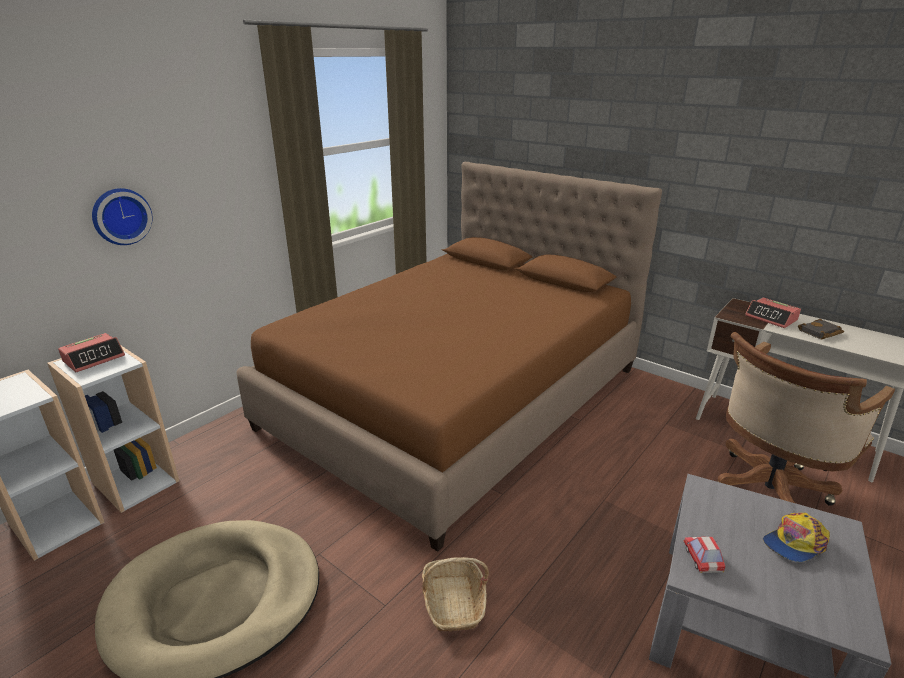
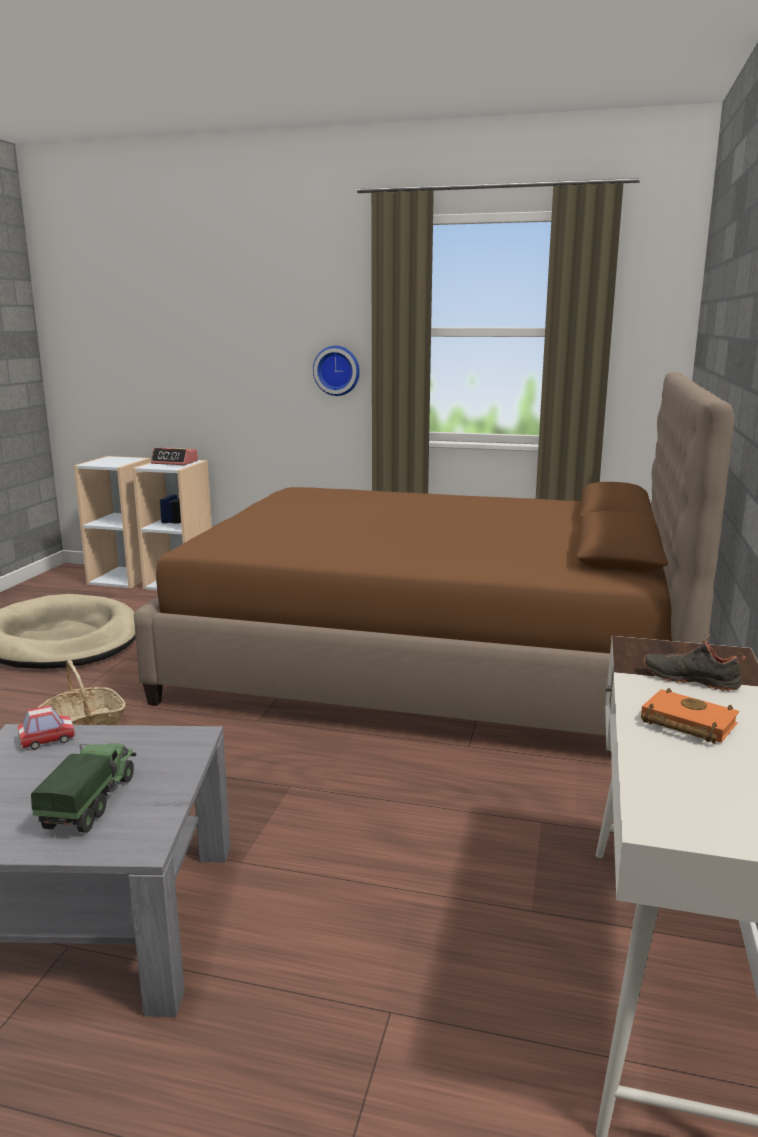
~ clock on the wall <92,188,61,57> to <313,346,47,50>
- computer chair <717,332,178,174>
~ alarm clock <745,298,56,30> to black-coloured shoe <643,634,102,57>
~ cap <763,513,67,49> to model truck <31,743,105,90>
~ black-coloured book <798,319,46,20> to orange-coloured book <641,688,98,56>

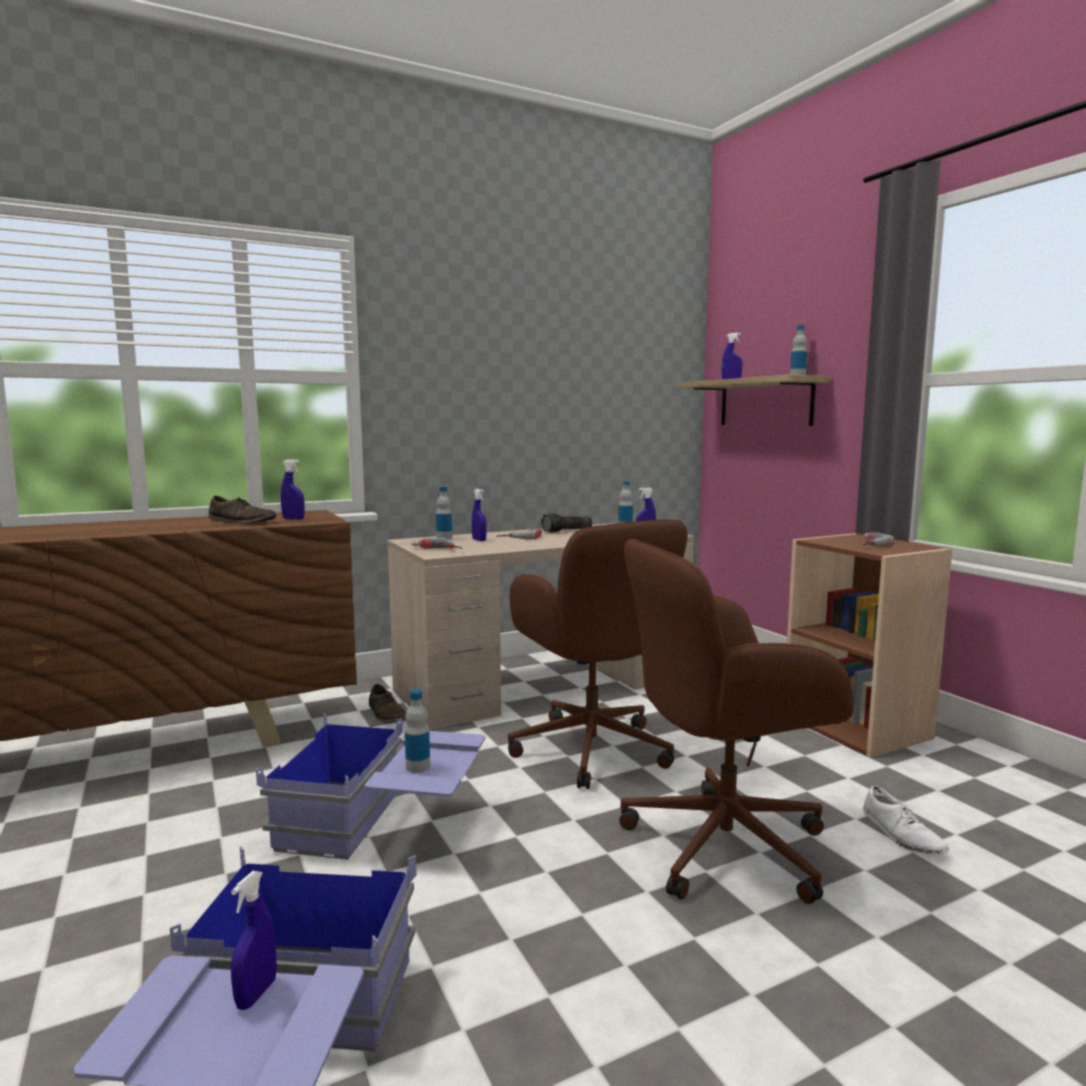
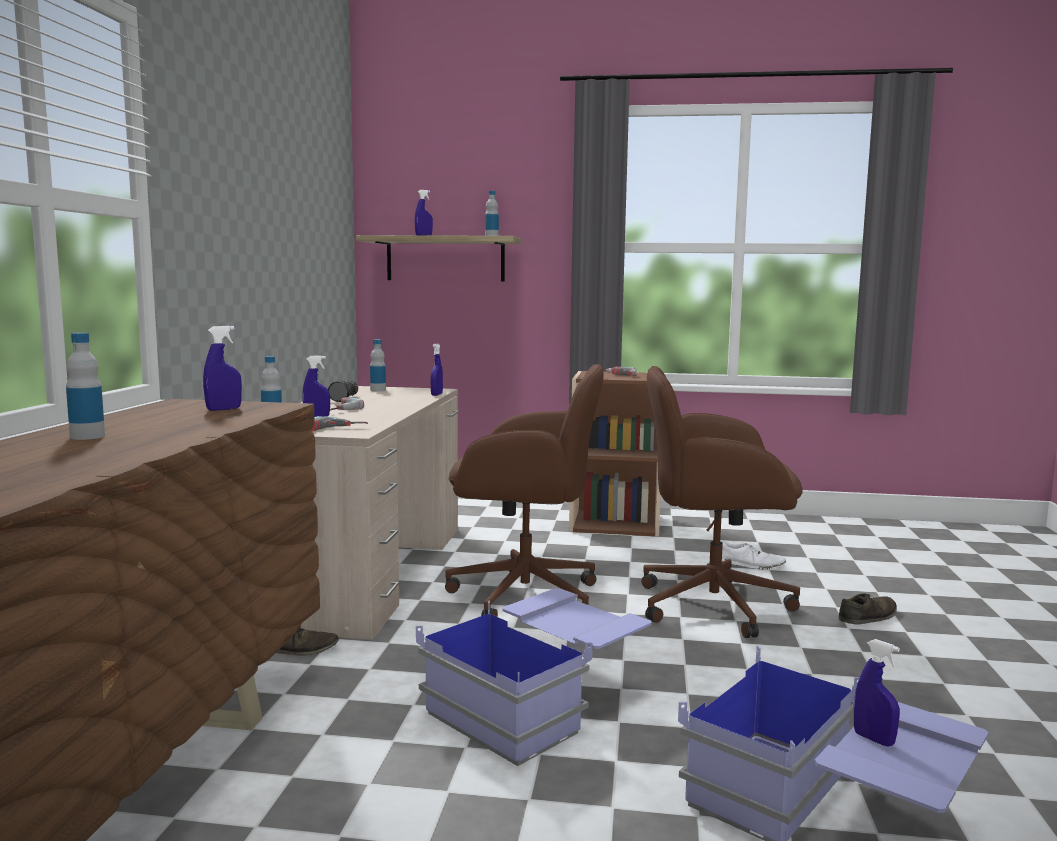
~ brown-coloured shoe <209,496,68,28> to <839,593,58,32>
~ drink bottle <405,689,25,84> to <66,333,39,107>
~ brown-coloured computer chair <619,539,235,365> = <641,366,162,272> 75 degrees clockwise

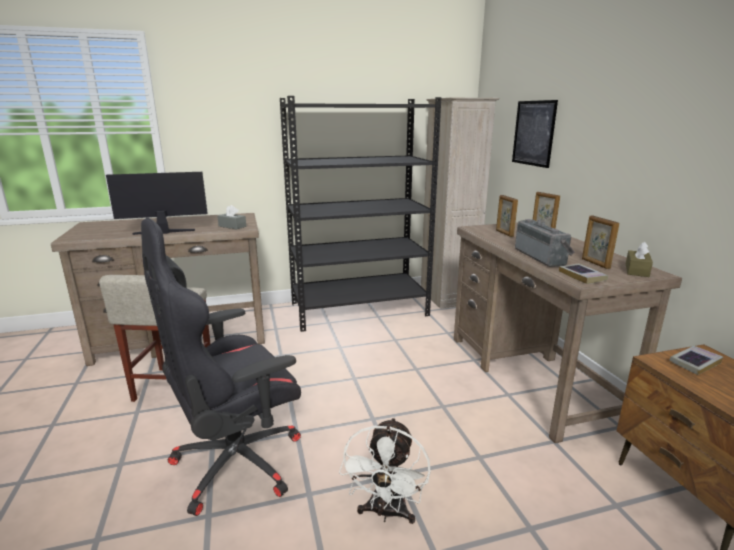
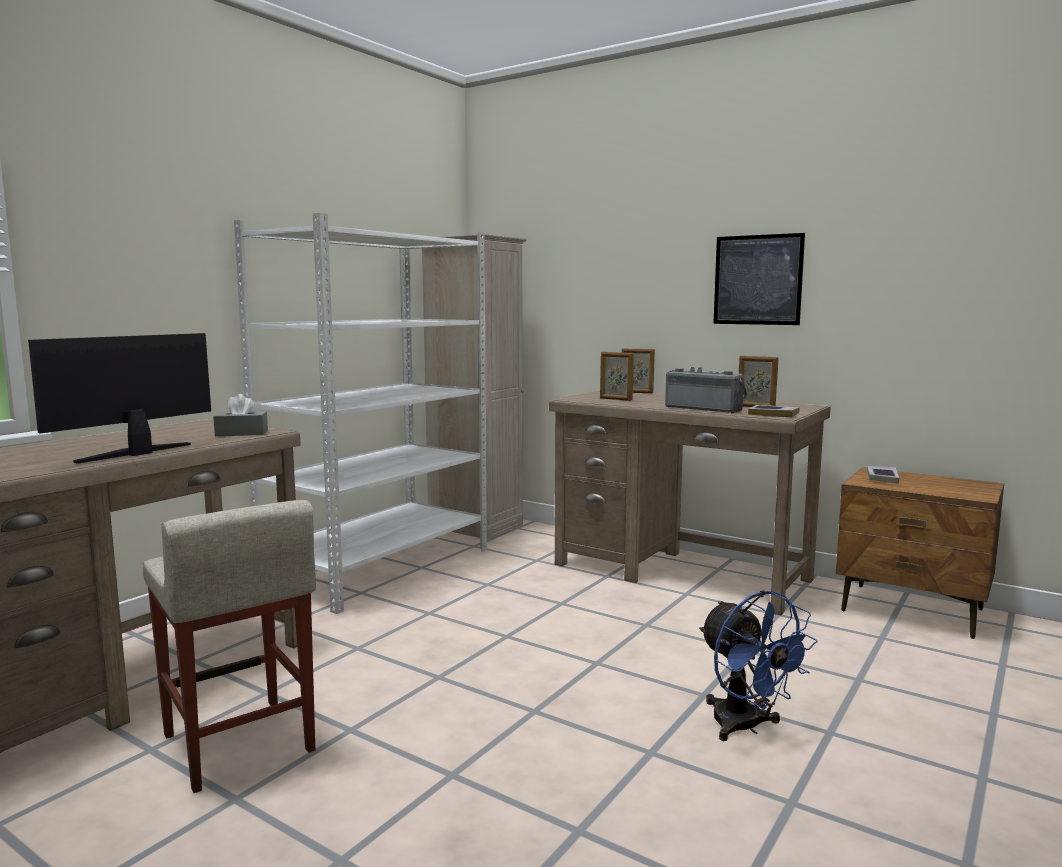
- black-coloured computer chair <141,218,160,298>
~ black-coloured shelving unit <280,96,161,236> to white-coloured shelving unit <234,213,253,401>
~ white-coloured fan <339,417,91,107> to blue fan <699,590,119,151>
~ wall art <512,100,46,68> to <713,233,92,92>
- brown-coloured tissue holder <626,242,27,35>

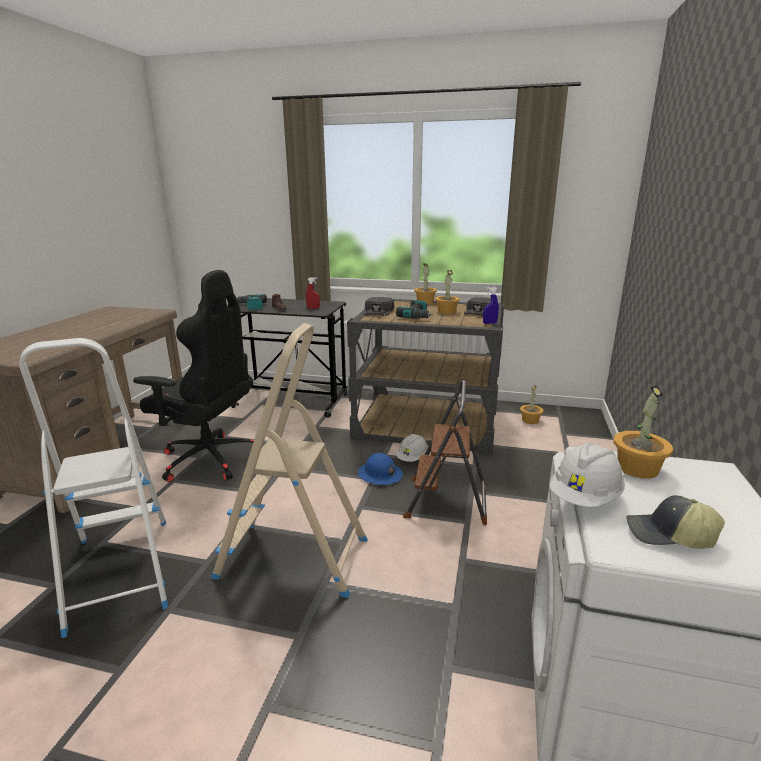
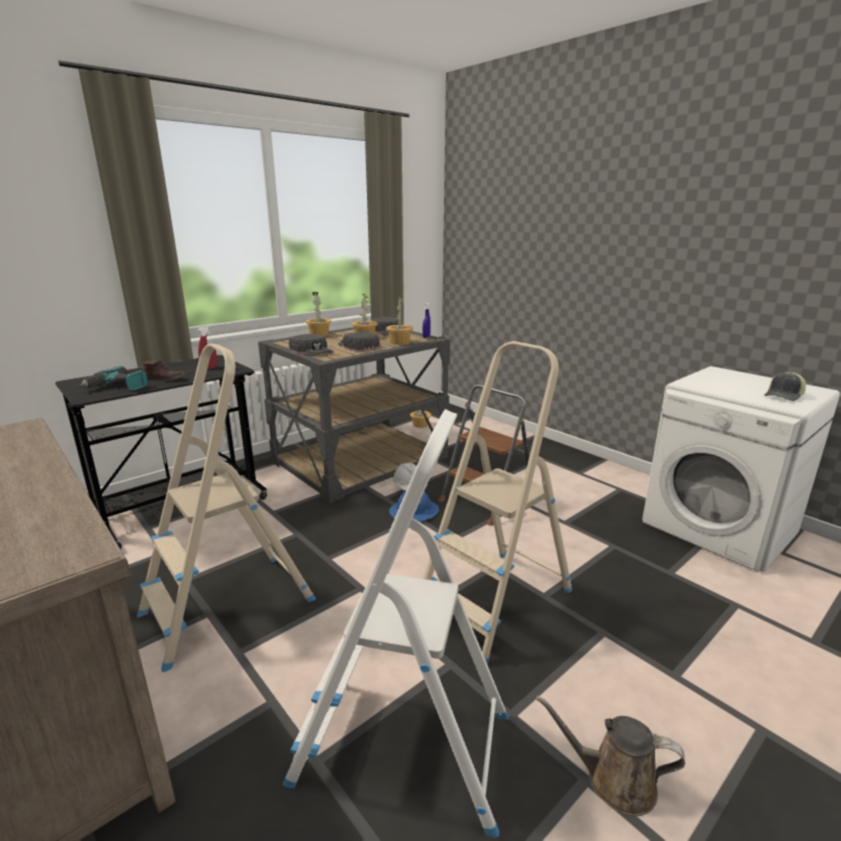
~ black-coloured computer chair <133,270,121,212> to beige step stool <137,343,179,329>
~ power drill <396,300,37,19> to black-coloured cap <338,332,42,19>
- white-coloured work helmet <549,443,76,64>
~ potted plant <613,385,60,94> to <386,296,27,49>
+ brown-coloured sprinkling can <536,695,149,121>

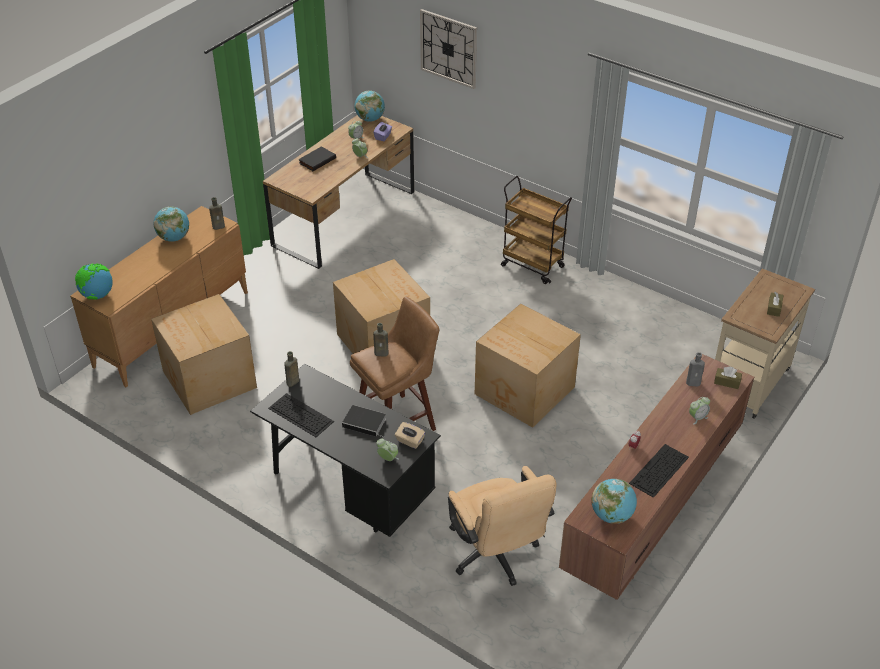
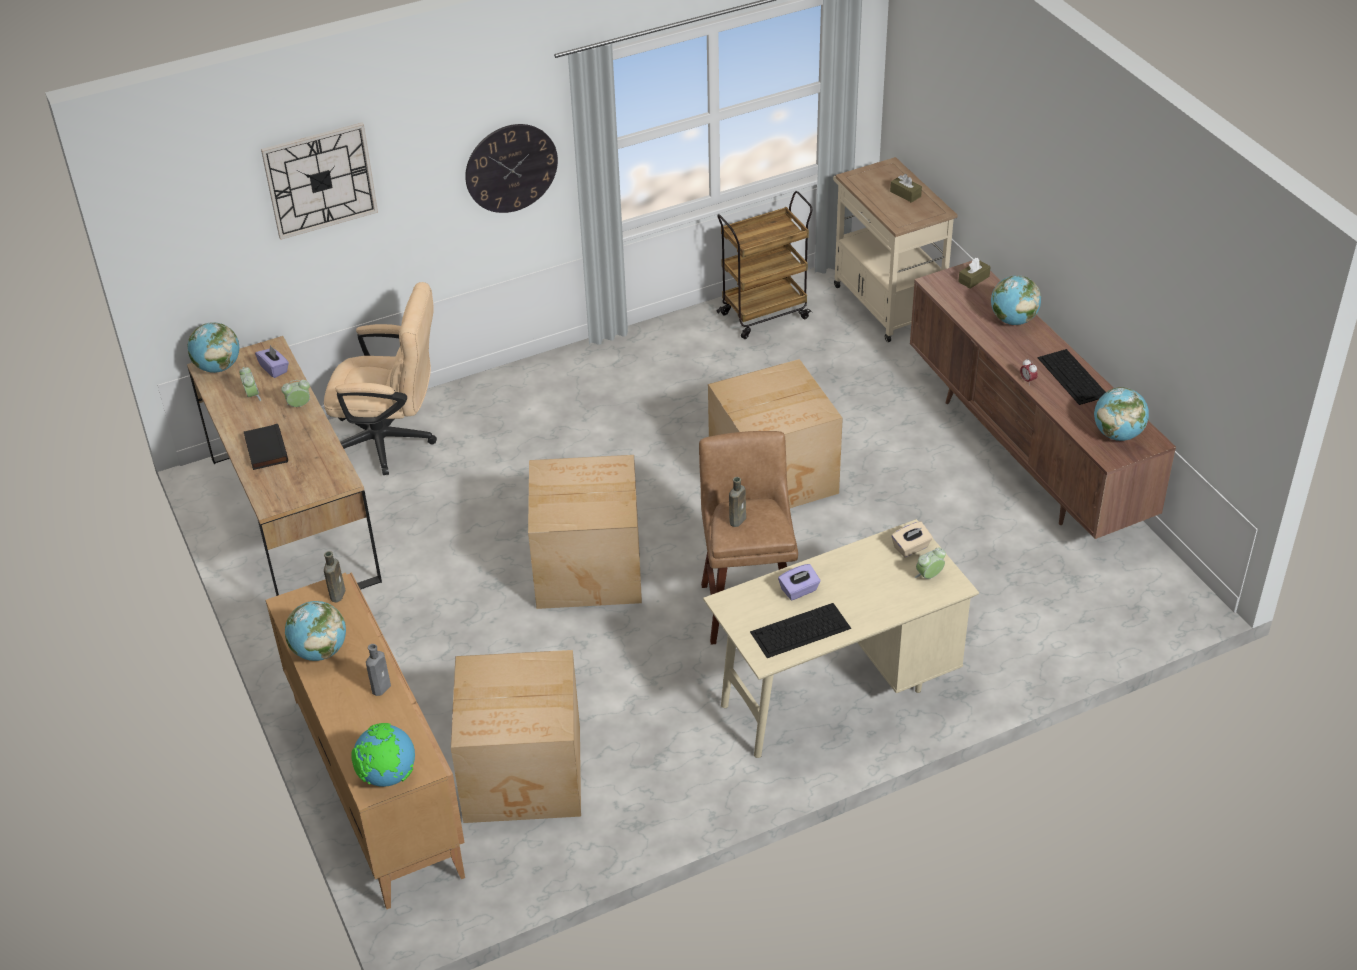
~ black-coloured desk unit <250,364,191,173> to beige desk unit <703,519,276,239>
- brown-coloured drink bottle <284,351,15,36>
- book <342,405,44,32>
~ beige computer chair <448,466,108,120> to <324,282,113,193>
~ brown-coloured trolley <501,176,71,108> to <717,191,96,148>
~ grey drink bottle <686,352,19,35> to <366,644,25,52>
~ alarm clock <689,397,21,27> to globe <991,275,50,50>
+ clock on the wall <465,124,93,89>
+ purplish tissue holder <778,564,43,36>

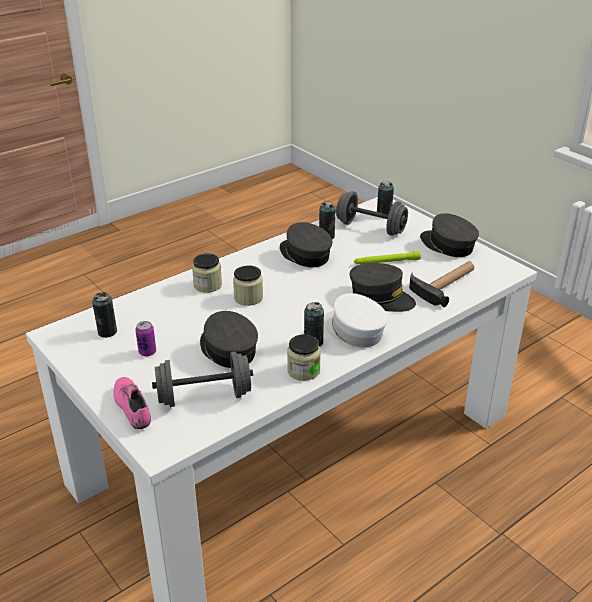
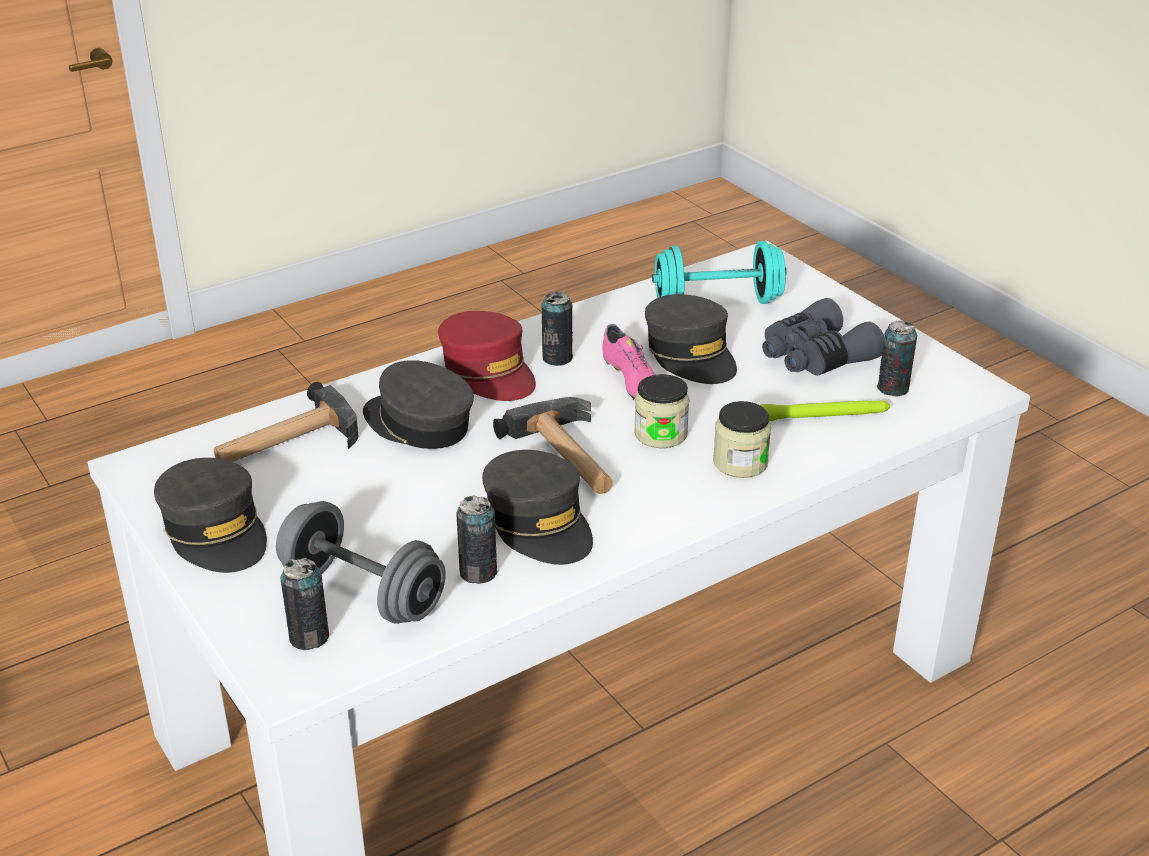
~ pink shoe <113,377,38,52> to <602,324,53,76>
~ can <135,321,21,35> to grey binoculars <762,298,122,78>
~ grey free weight <152,352,101,55> to blue-green free weight <652,241,135,63>
- jar <287,334,34,47>
~ white-coloured cap <324,293,64,54> to red-coloured cap <438,311,98,90>
~ green-coloured flashlight <354,251,67,13> to <760,400,130,21>
+ hand hammer <493,397,120,97>

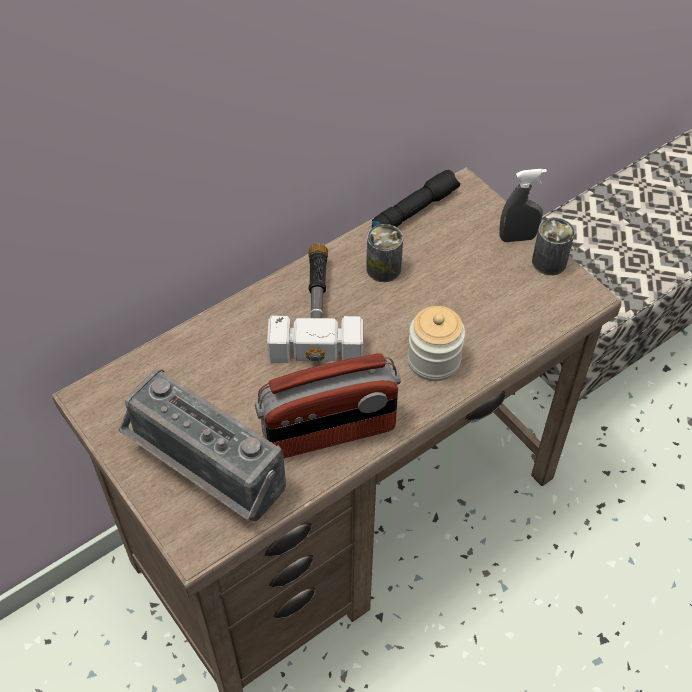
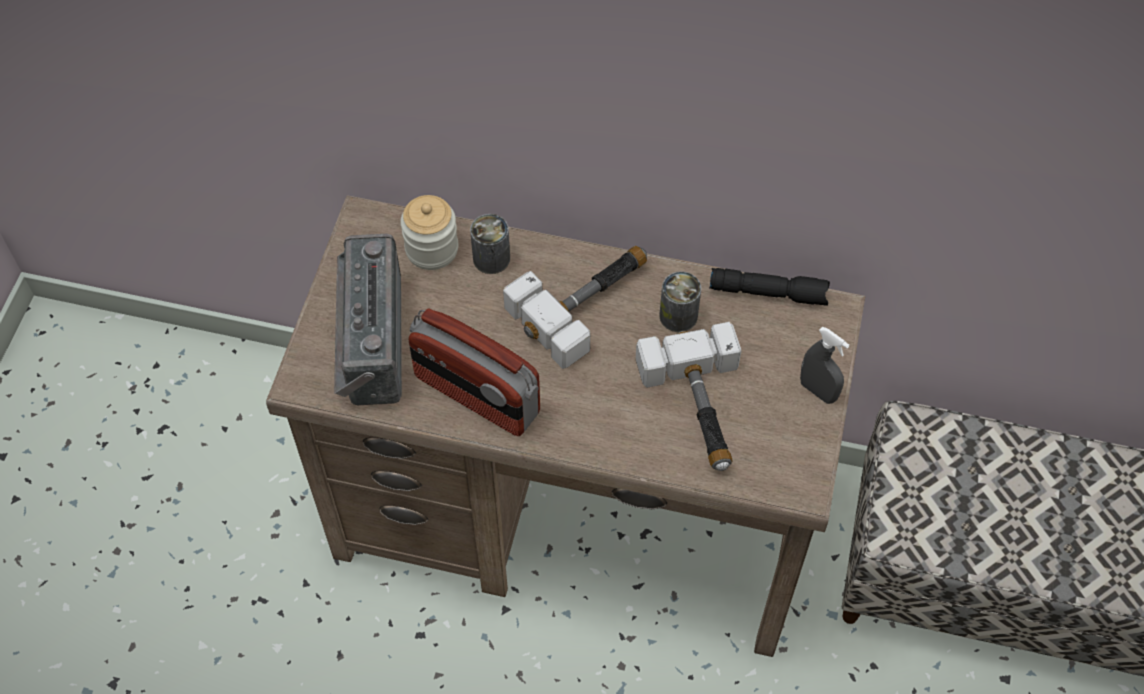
~ jar <407,306,58,75> to <401,195,57,75>
~ can <532,218,43,57> to <470,214,40,60>
+ hand hammer <636,322,105,149>

